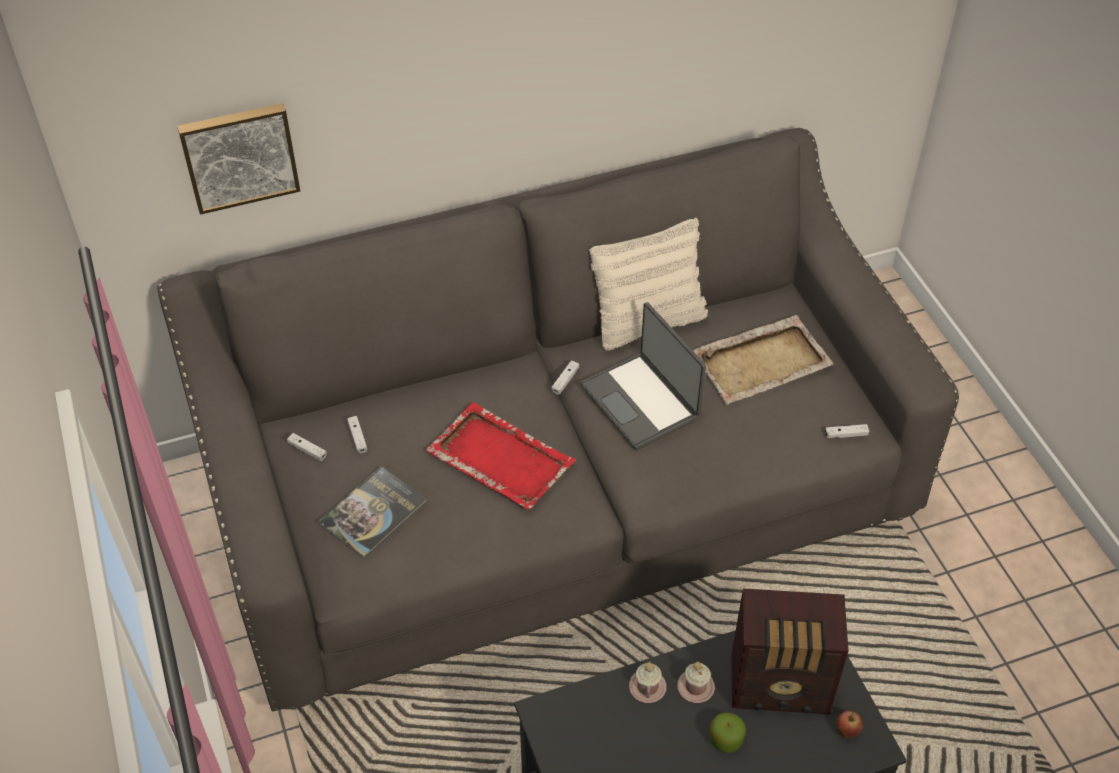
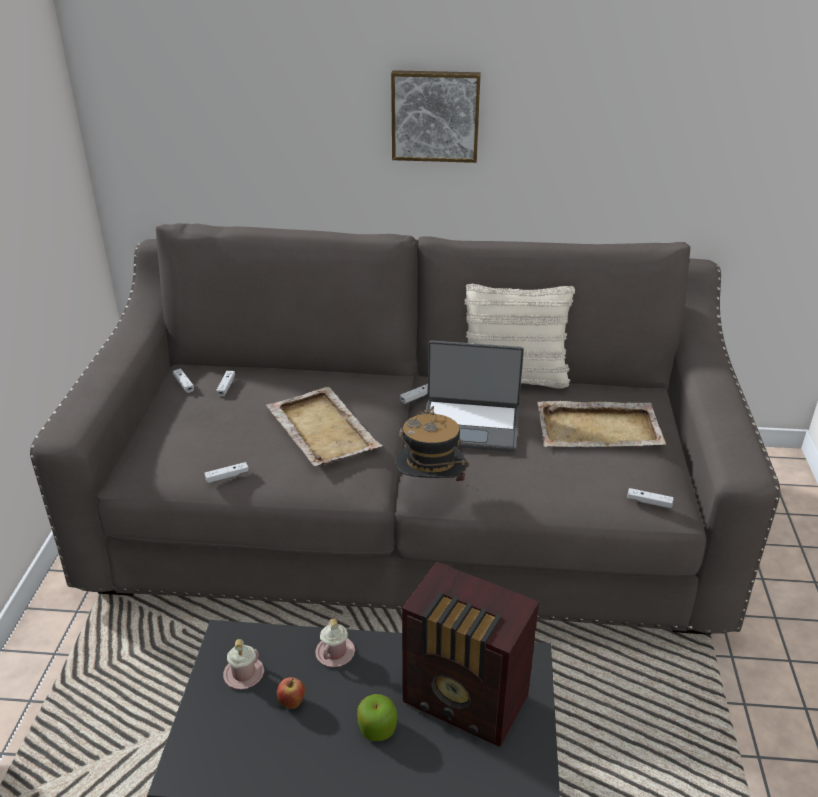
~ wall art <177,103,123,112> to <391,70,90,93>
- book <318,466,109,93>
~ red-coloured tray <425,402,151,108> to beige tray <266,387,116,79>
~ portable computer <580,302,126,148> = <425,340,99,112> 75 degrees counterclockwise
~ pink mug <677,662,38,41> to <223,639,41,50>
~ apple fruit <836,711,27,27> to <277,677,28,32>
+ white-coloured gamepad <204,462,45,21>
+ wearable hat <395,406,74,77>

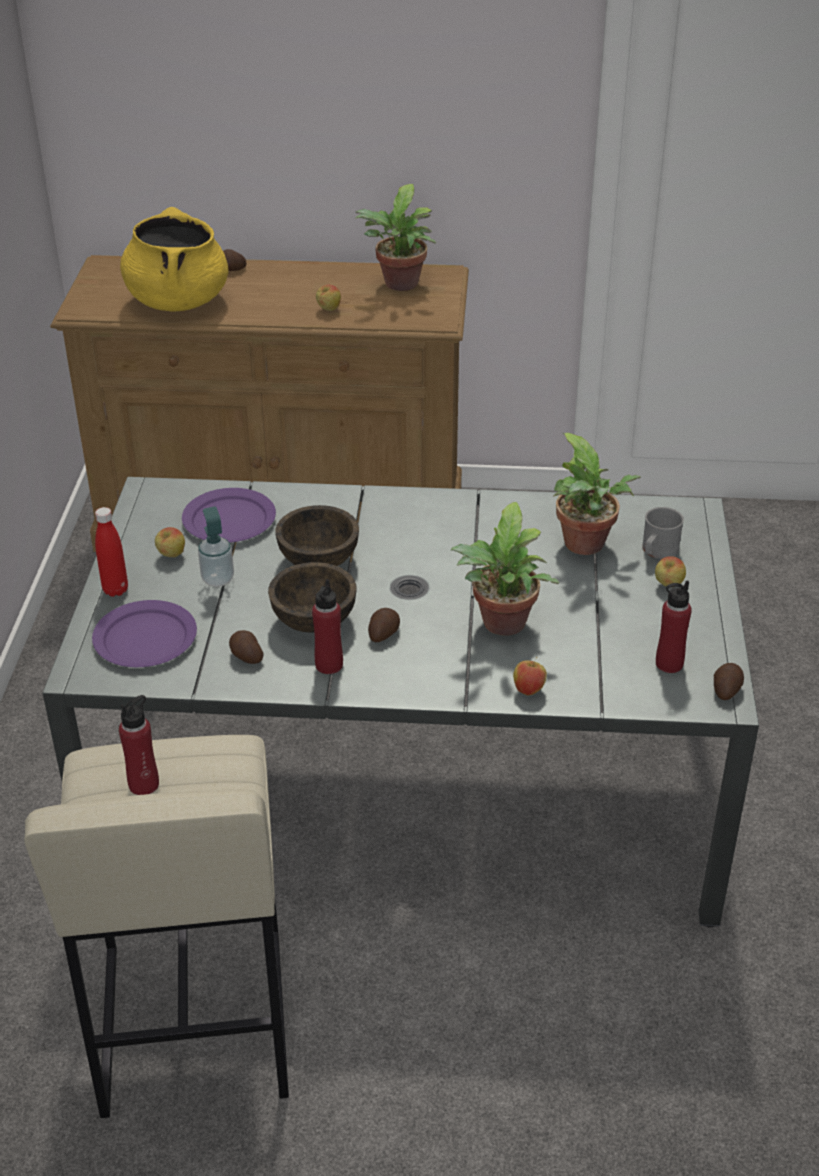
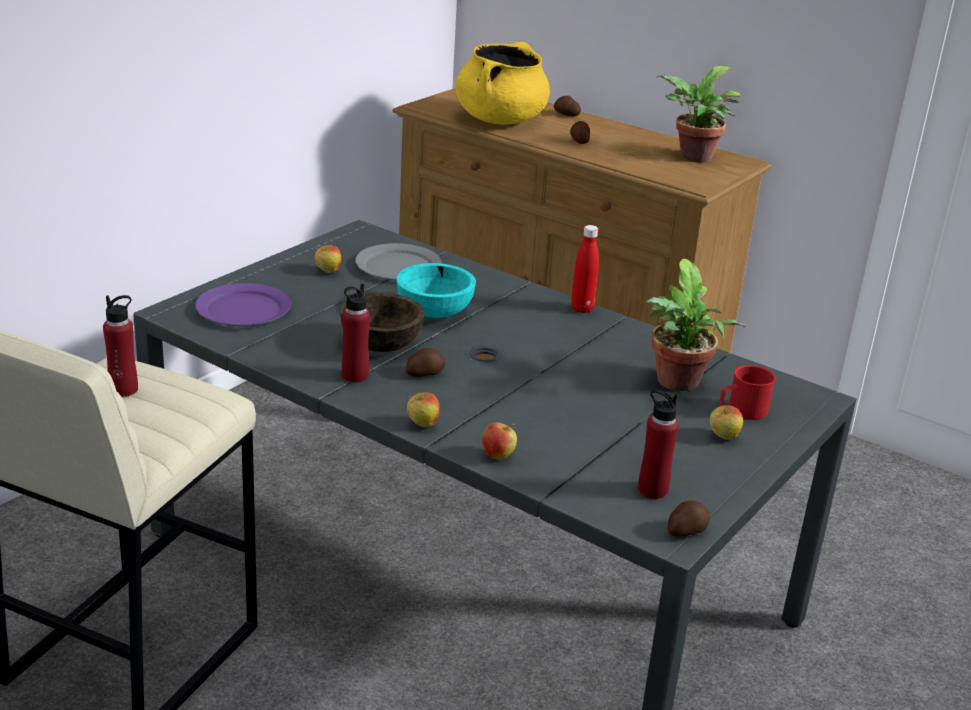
~ red-coloured drink bottle <95,507,33,90> to <571,225,28,88>
~ purplish flat dish <182,488,94,54> to grey flat dish <355,243,87,38>
- soap bottle <198,506,36,81>
~ whole potato <229,630,34,34> to <570,121,20,23>
~ brown-coloured serving bowl <275,505,84,61> to blue-green serving bowl <396,263,80,55>
~ apple fruit <316,285,25,26> to <407,392,33,35>
- potted plant <451,502,108,134>
~ grey mug <642,507,42,52> to red-coloured mug <720,365,56,55>

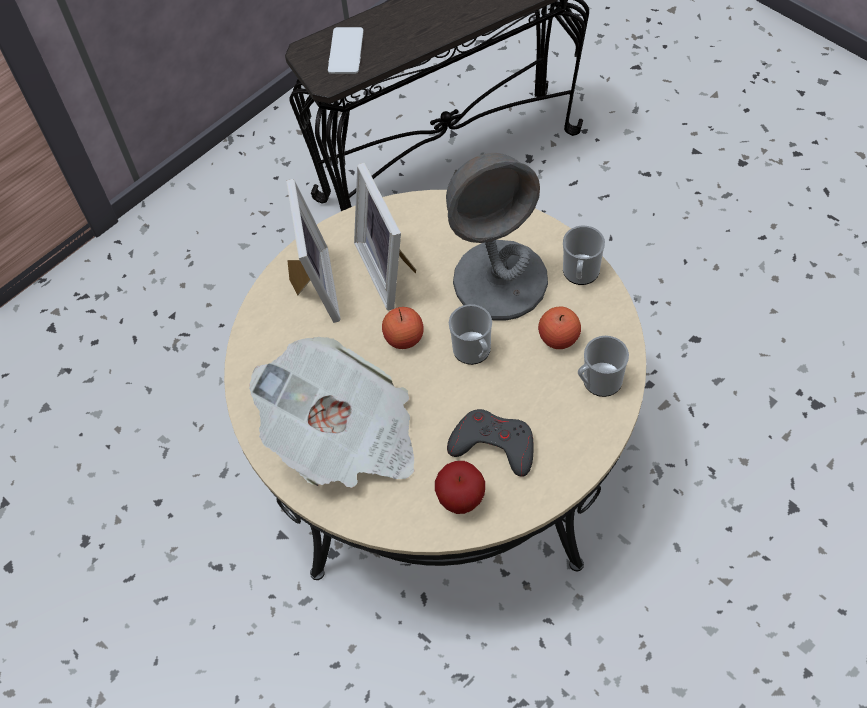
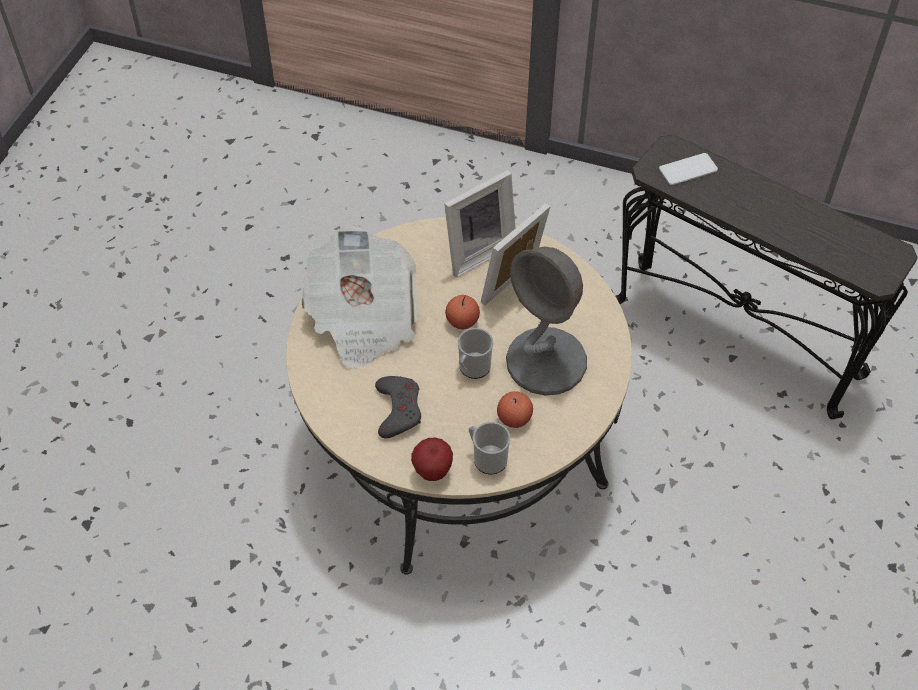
~ apple fruit <435,461,50,53> to <411,437,42,44>
- mug <563,226,42,59>

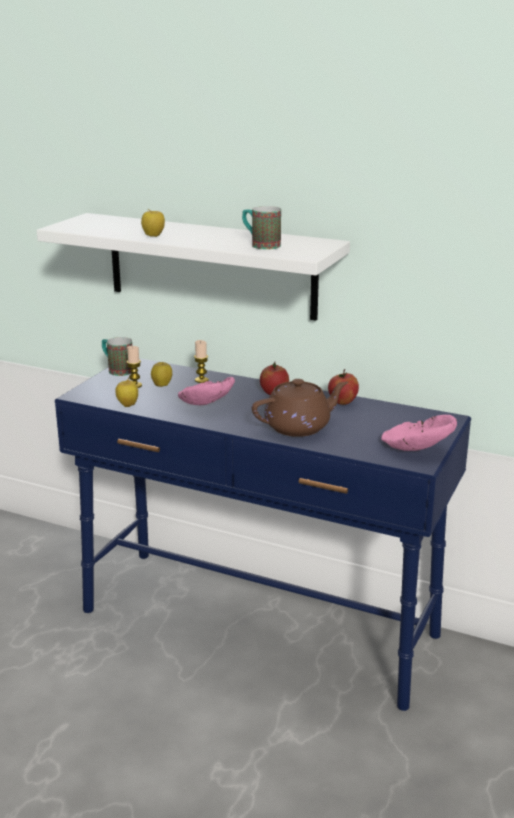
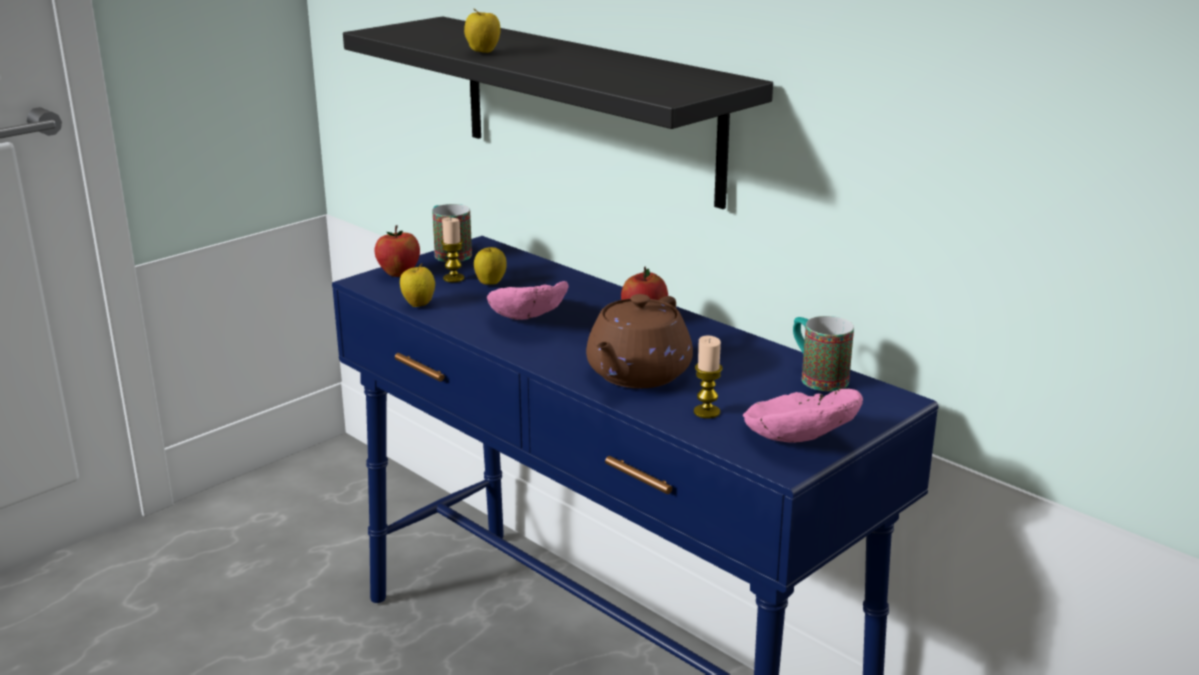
~ white-coloured wall shelf <37,213,313,108> to black-coloured wall shelf <343,16,430,193>
~ candle <194,340,15,43> to <694,335,28,83>
~ mug <242,206,39,43> to <793,316,61,75>
~ brown-coloured pot for tea <252,379,96,58> = <586,294,107,94> 120 degrees clockwise
~ apple fruit <328,369,31,36> to <375,225,45,52>

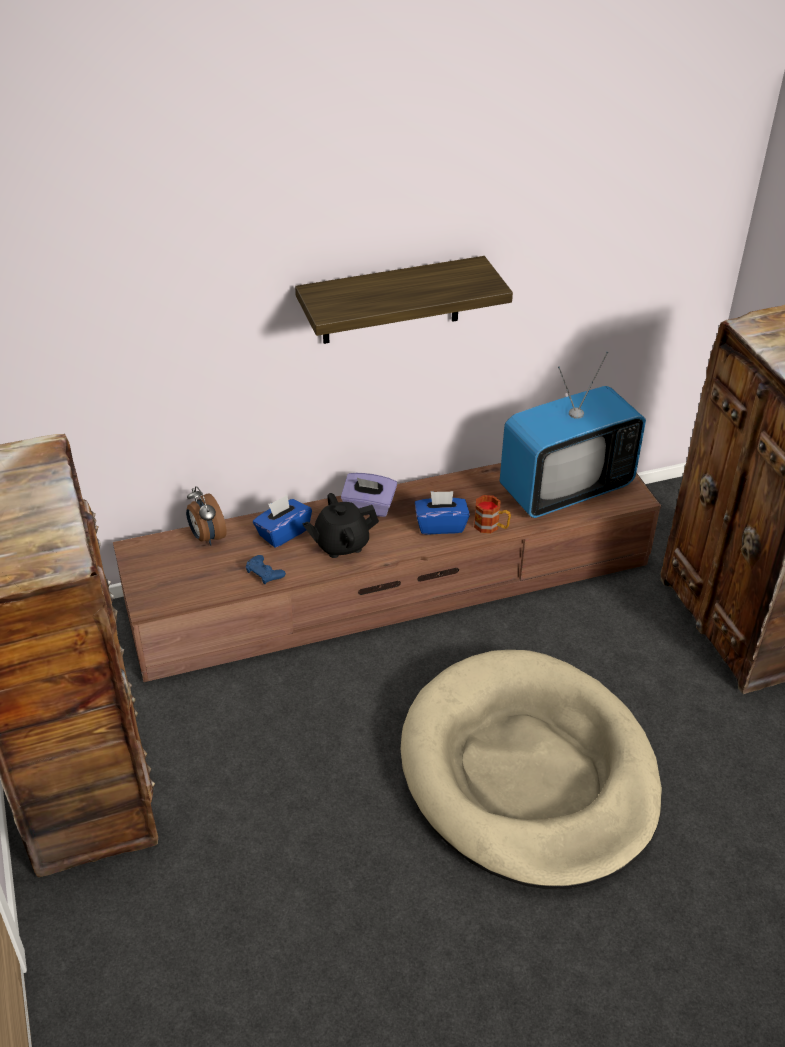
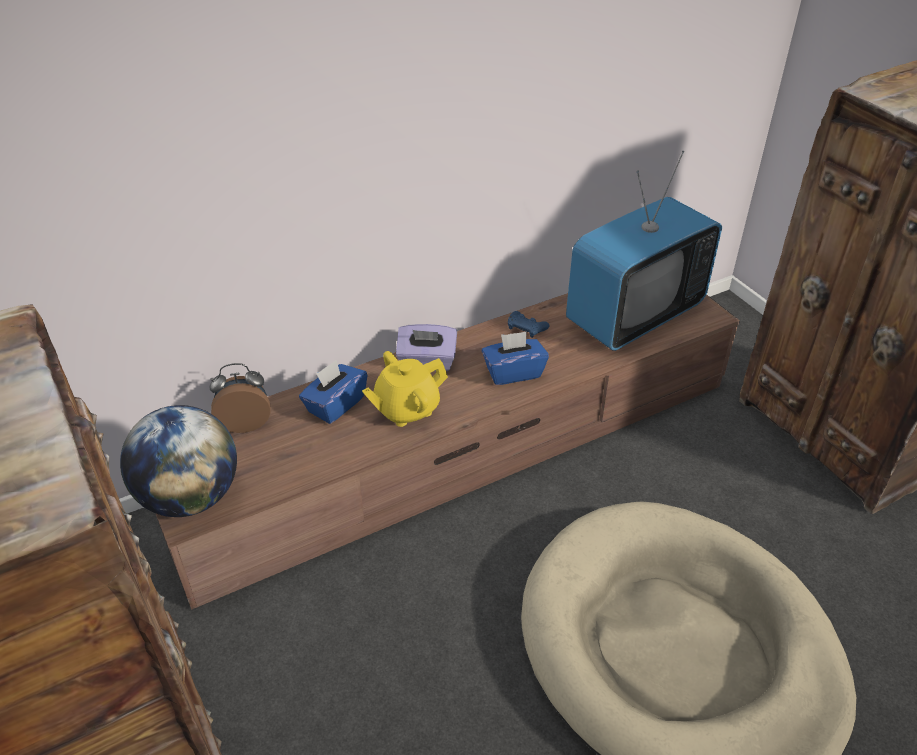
~ alarm clock <186,486,41,59> = <209,363,61,70> 120 degrees clockwise
~ blue gamepad <246,555,40,29> to <508,311,41,27>
- wall shelf <295,256,218,88>
~ black-coloured pot for tea <302,493,77,65> to yellow-coloured pot for tea <362,351,86,76>
- mug <474,495,37,38>
+ globe <120,405,117,112>

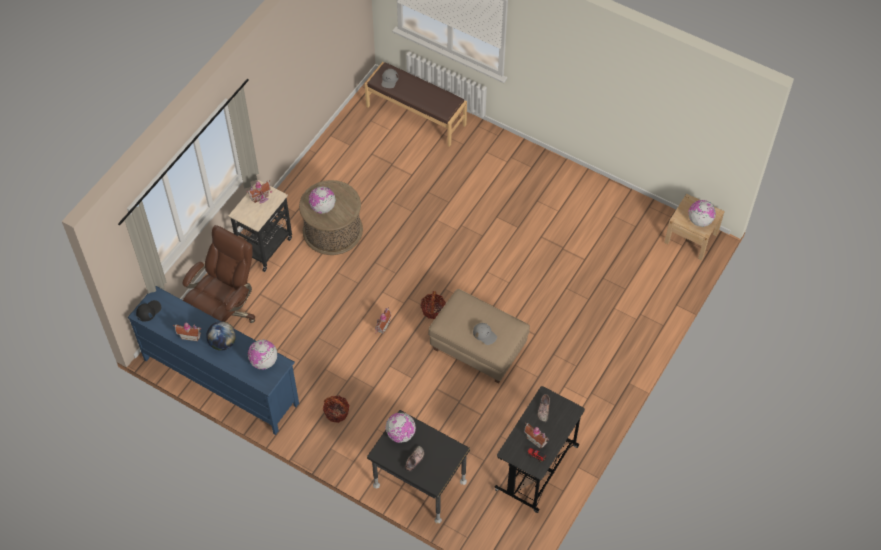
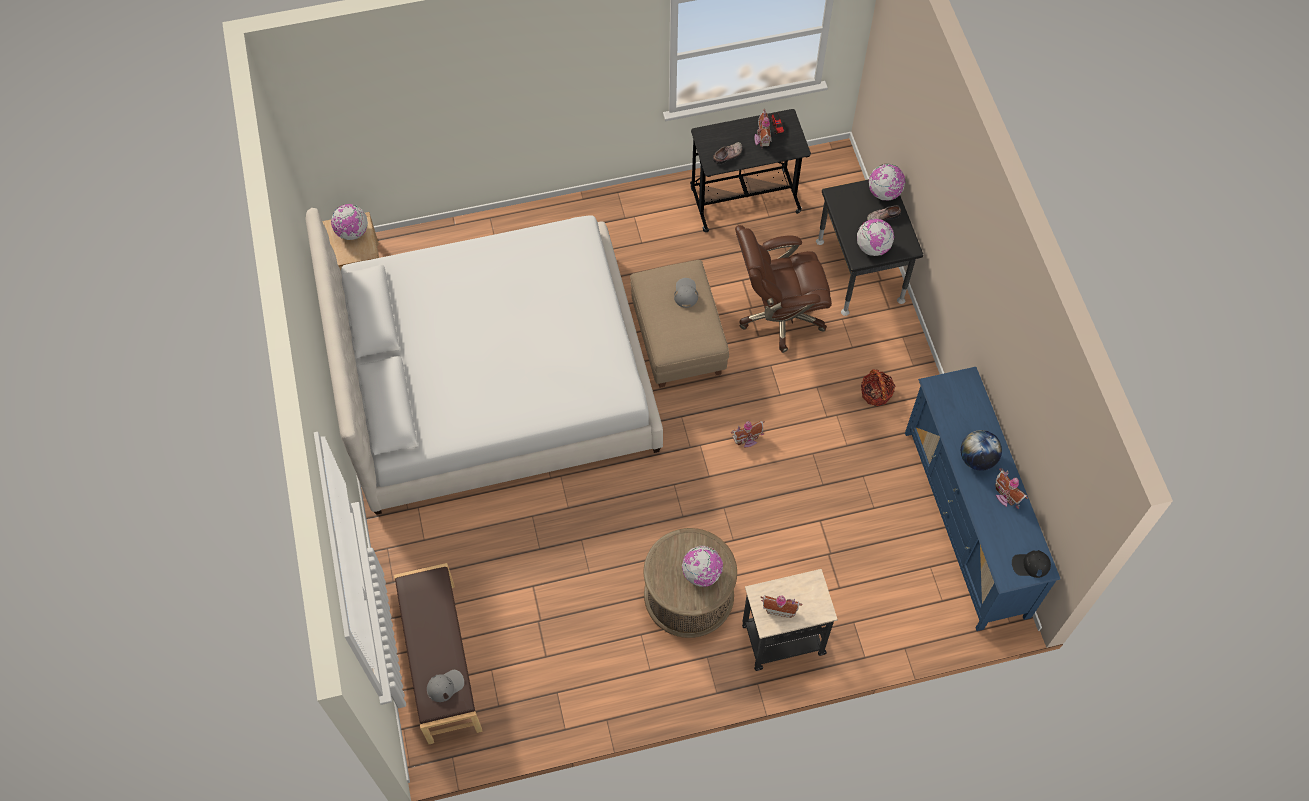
~ brown-coloured computer chair <183,225,72,98> to <735,225,97,128>
~ globe <248,340,29,30> to <869,164,36,36>
- household basket <421,291,25,28>
+ white-coloured bedroom bed <306,208,357,307>

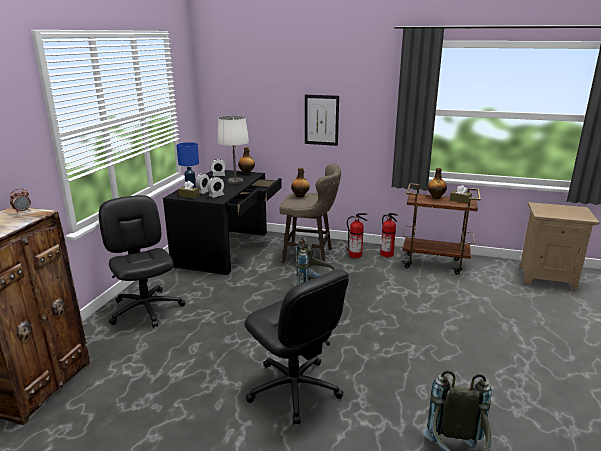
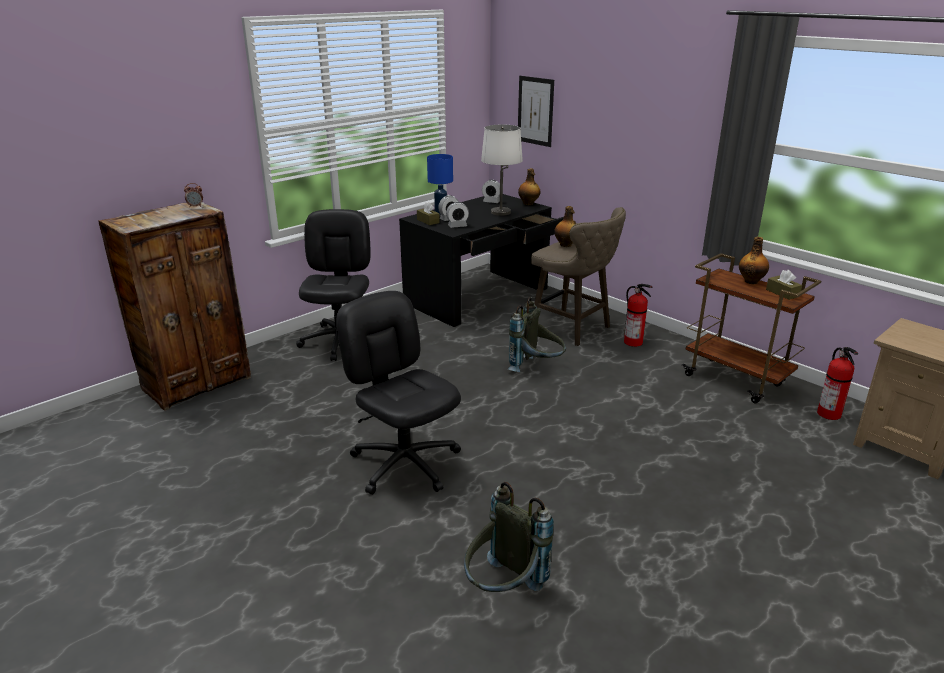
~ black-coloured computer chair <245,269,104,156> = <336,291,125,204> 150 degrees clockwise
~ wall art <305,95,34,51> to <518,76,36,71>
~ extinguisher <381,213,17,44> to <817,347,41,73>

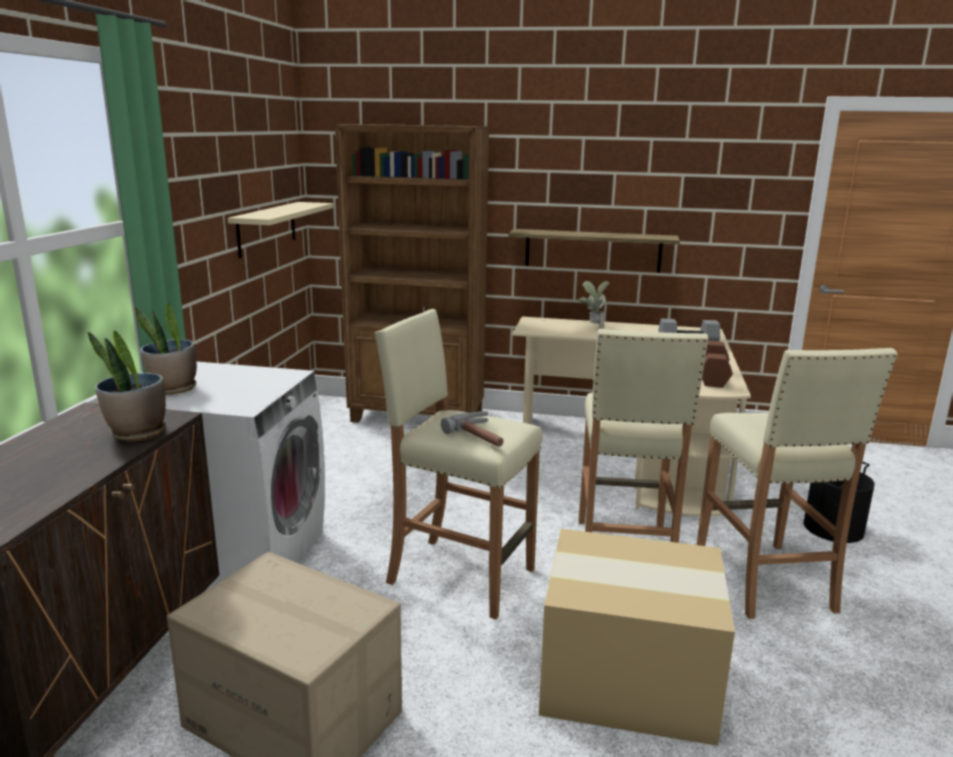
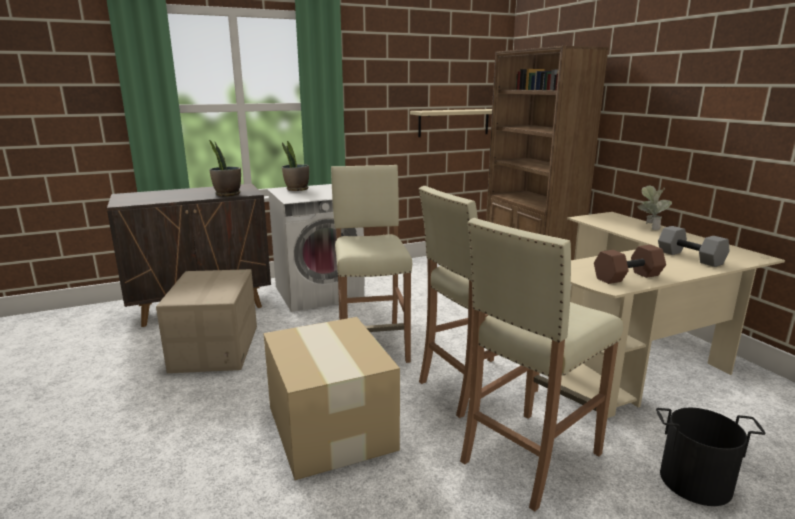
- hand hammer <441,411,63,36>
- wall shelf <508,229,172,44>

